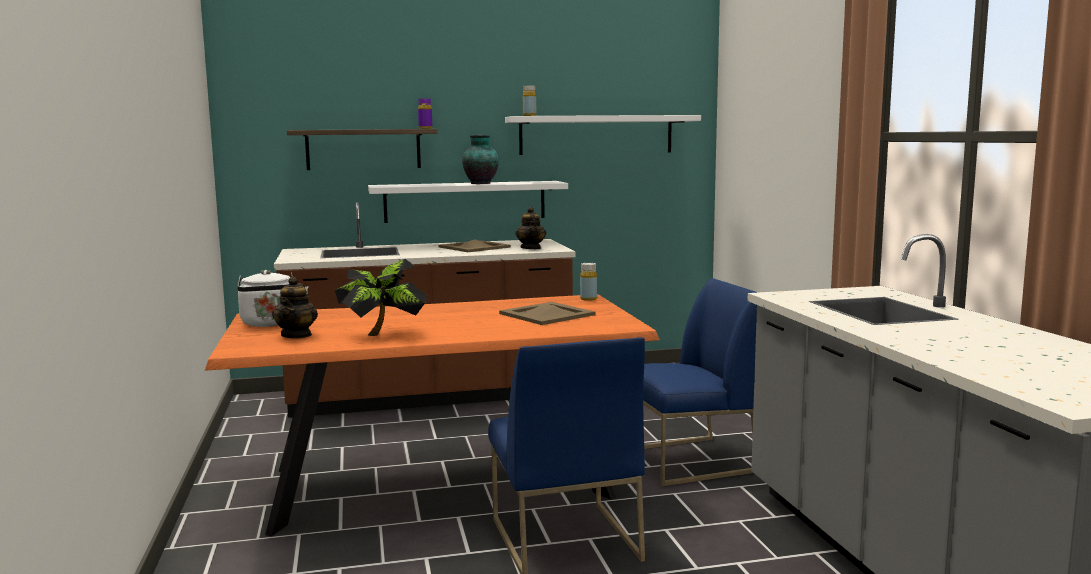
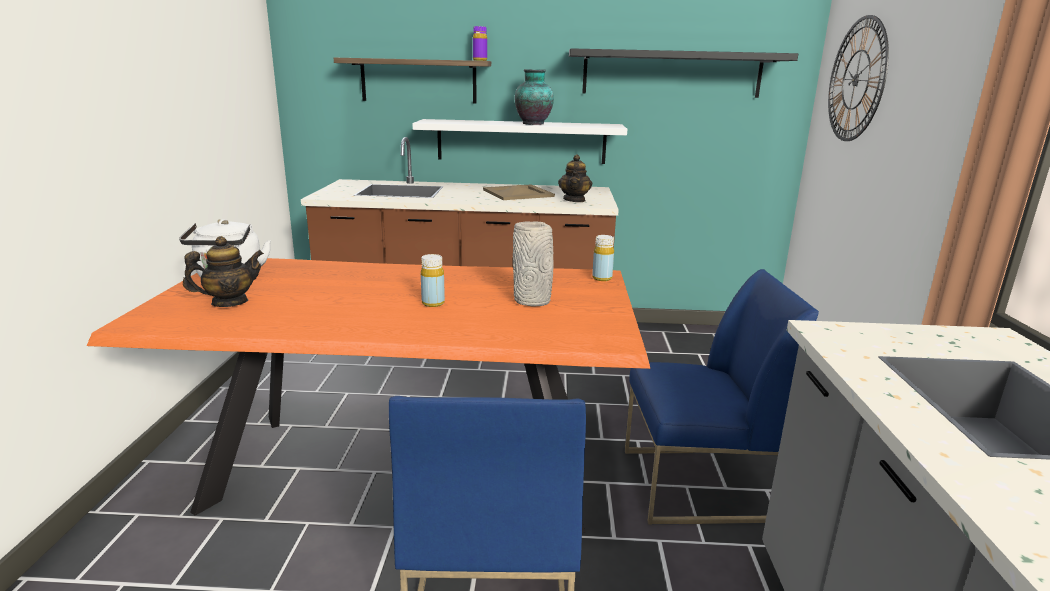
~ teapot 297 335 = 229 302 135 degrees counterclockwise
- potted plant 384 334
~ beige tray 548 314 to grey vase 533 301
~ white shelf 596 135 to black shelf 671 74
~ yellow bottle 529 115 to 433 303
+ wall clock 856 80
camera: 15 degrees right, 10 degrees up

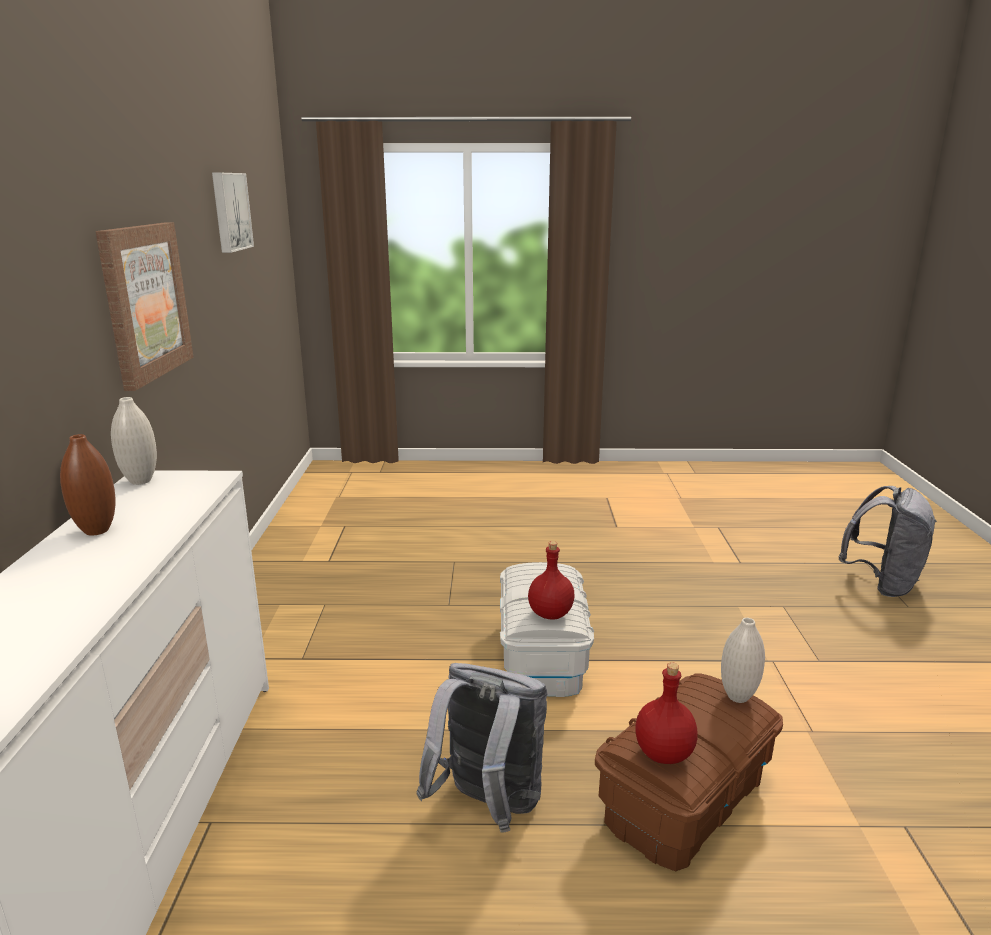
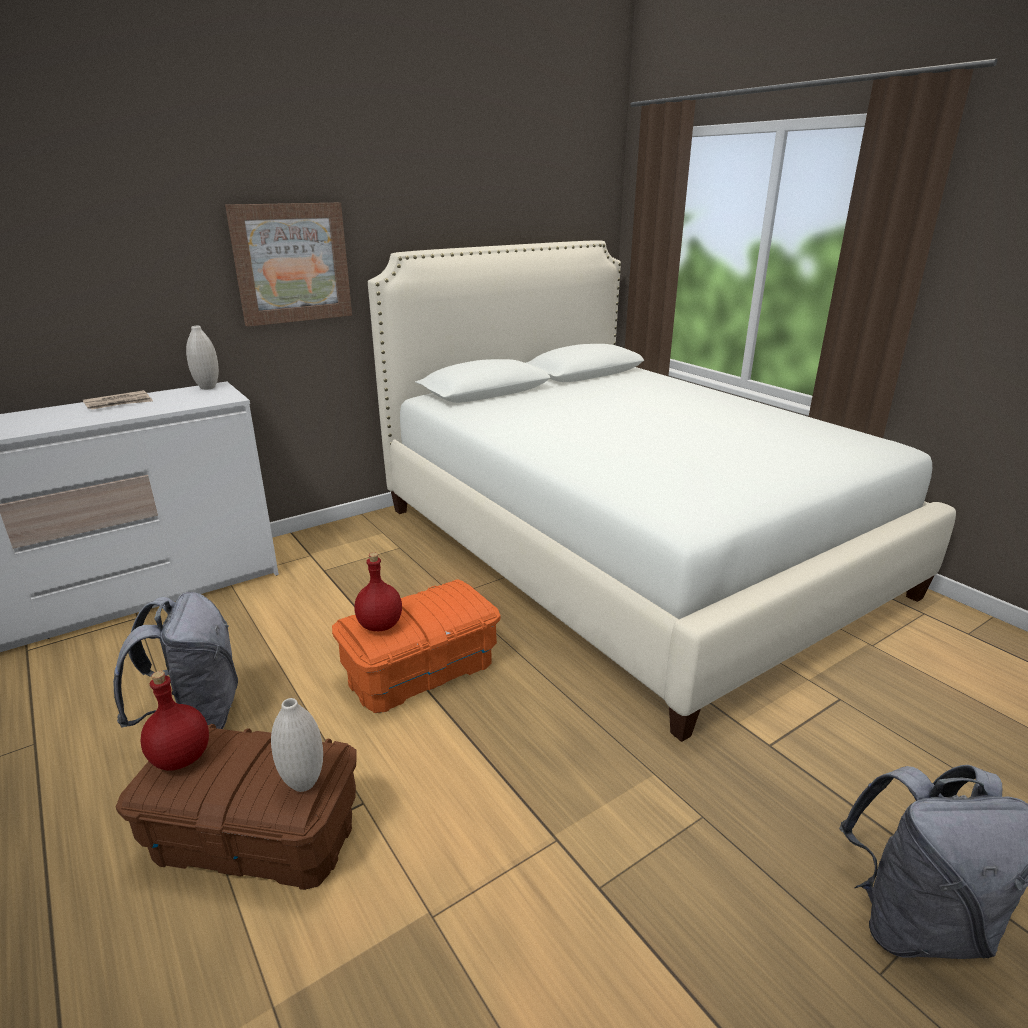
~ brown vase 97 531 to newspaper 119 403
- picture 229 211
~ white storage box 543 654 to orange storage box 421 671
+ white bed 626 548
camera: 55 degrees right, 5 degrees up

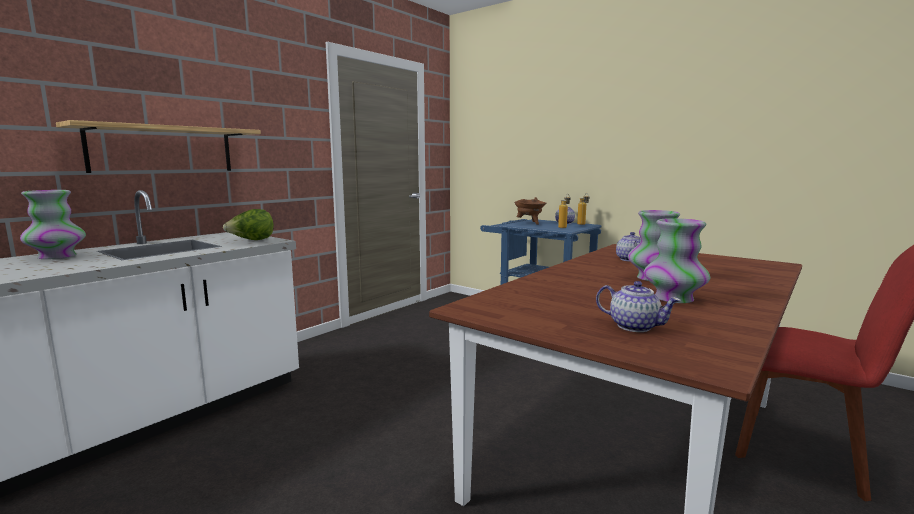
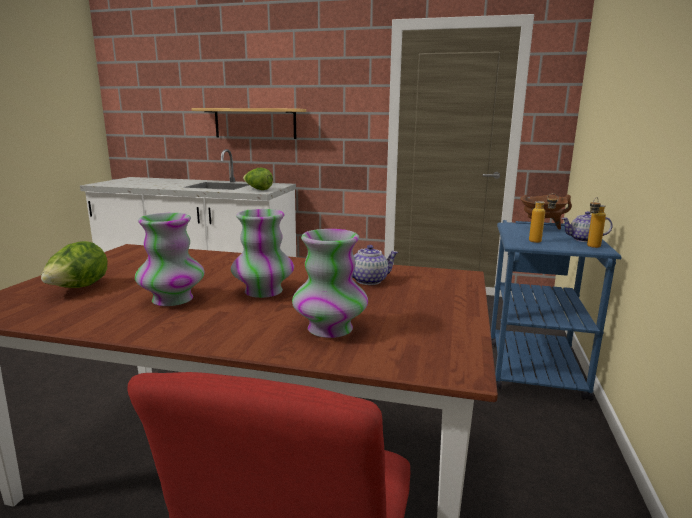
~ vase 57 256 to 330 328
~ teapot 635 326 to lettuce 78 288
camera: 65 degrees right, 5 degrees up

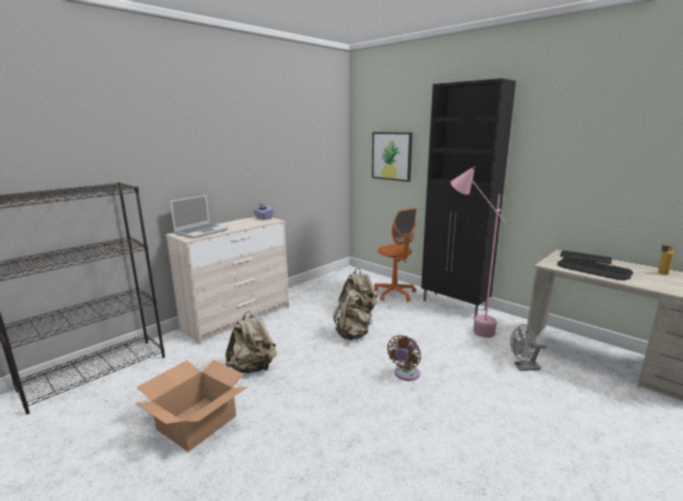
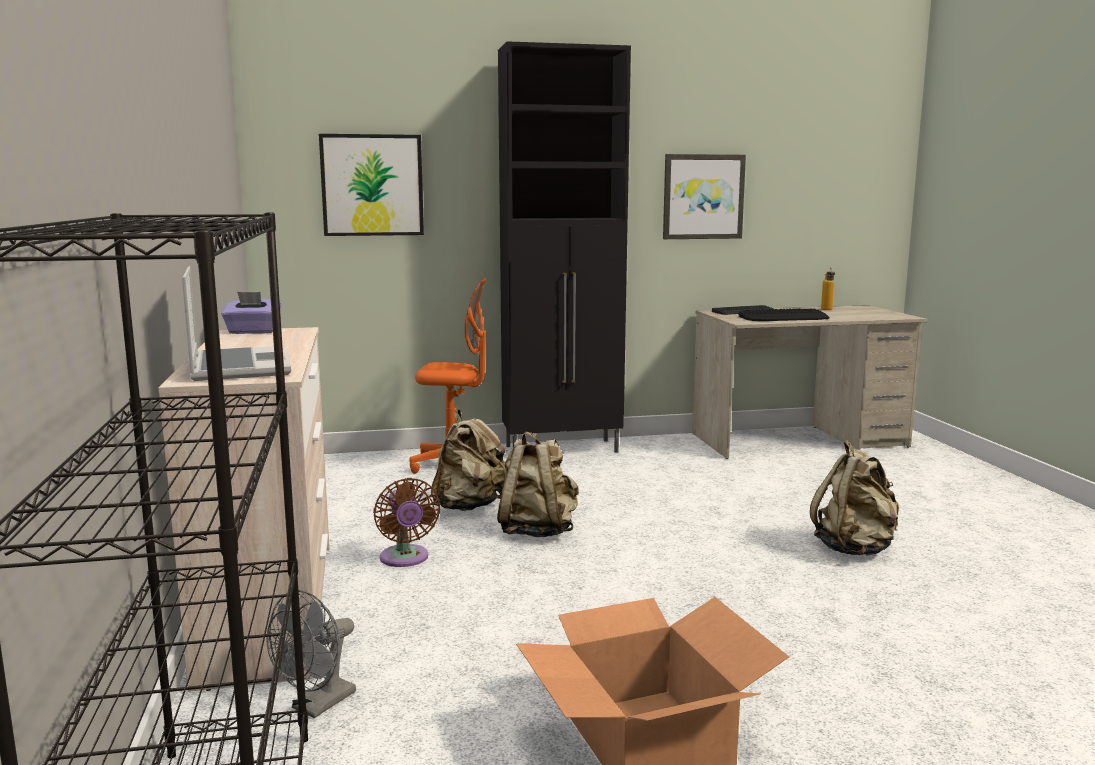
~ beige backpack 253 368 to 855 549
~ brown fan 405 374 to 405 559
- pink floor lamp 467 326
~ grey fan 523 367 to 317 706
+ picture 703 197
camera: 55 degrees left, 5 degrees down

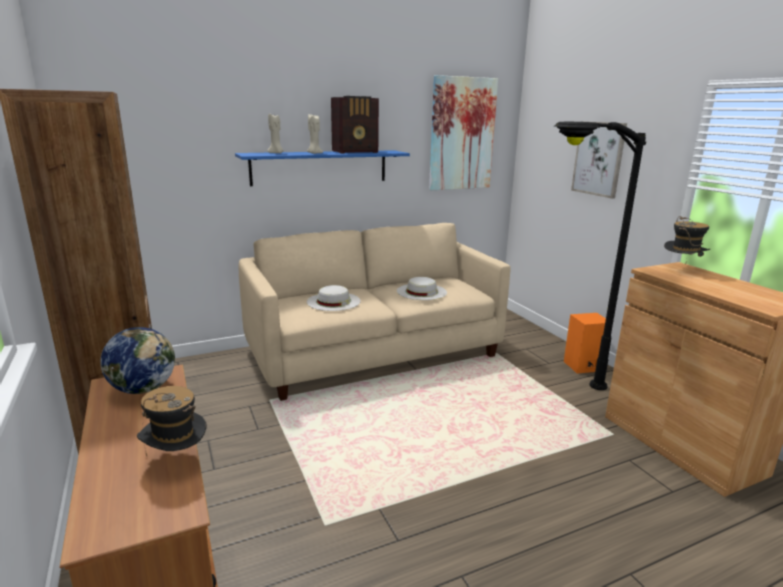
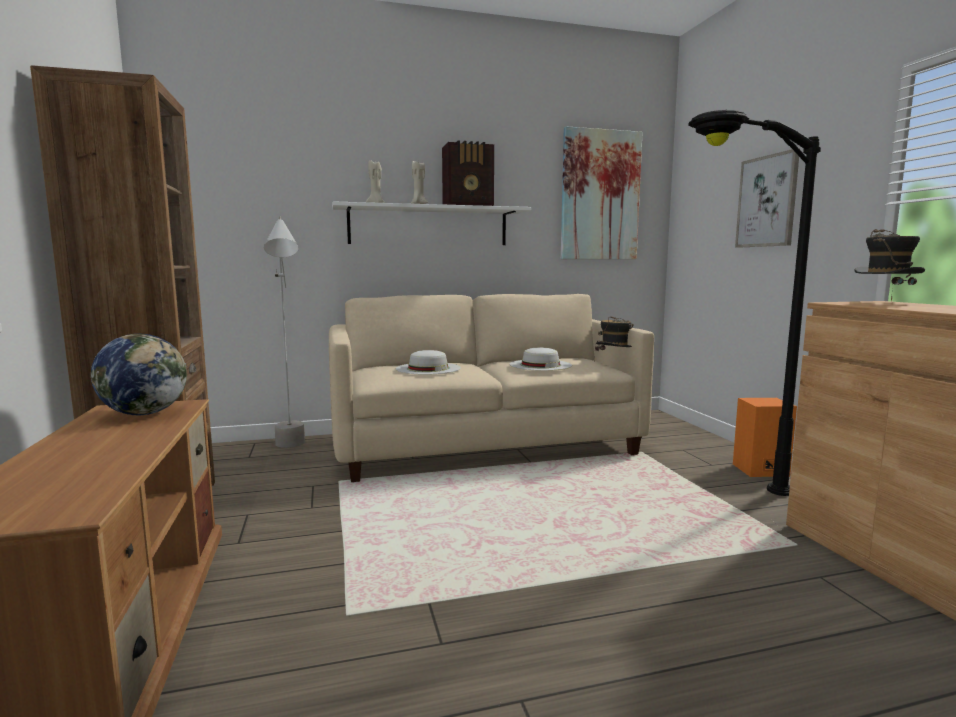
~ hat 176 460 to 614 363
~ blue shelf 320 167 to white shelf 429 226
+ grey floor lamp 292 450
camera: 10 degrees right, 10 degrees down

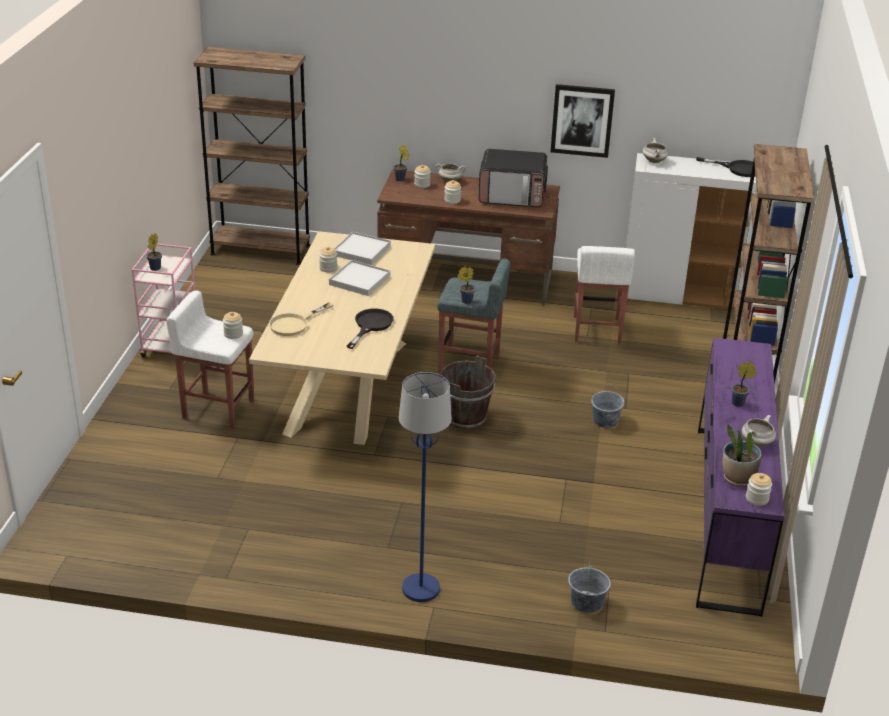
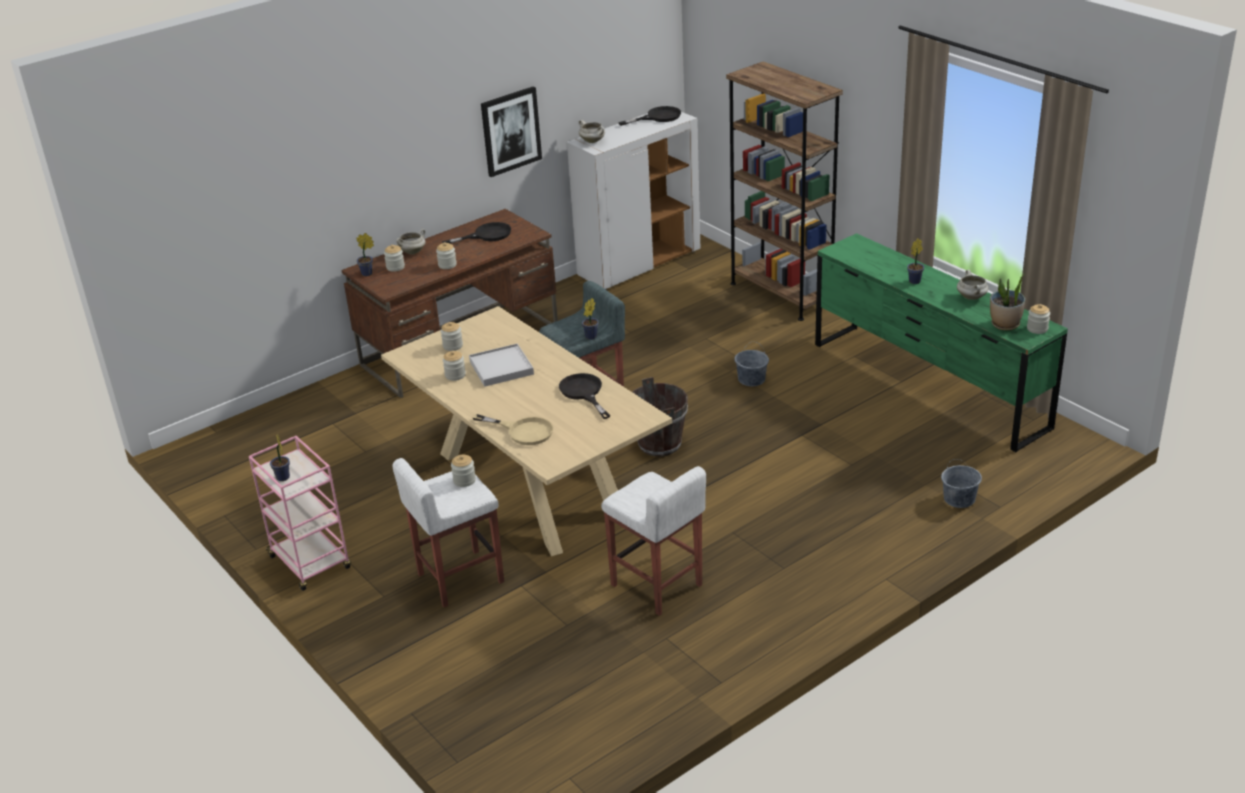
- brown bookcase 260 250
~ beige frying pan 294 323 = 523 431 60 degrees counterclockwise
~ white tray 362 251 to jar 453 346
- blue floor lamp 420 589
~ microwave 512 195 to black frying pan 486 235
~ white stool 596 330 to 657 586
~ purple dresser 726 514 to green dresser 928 385
camera: 45 degrees left, 0 degrees up

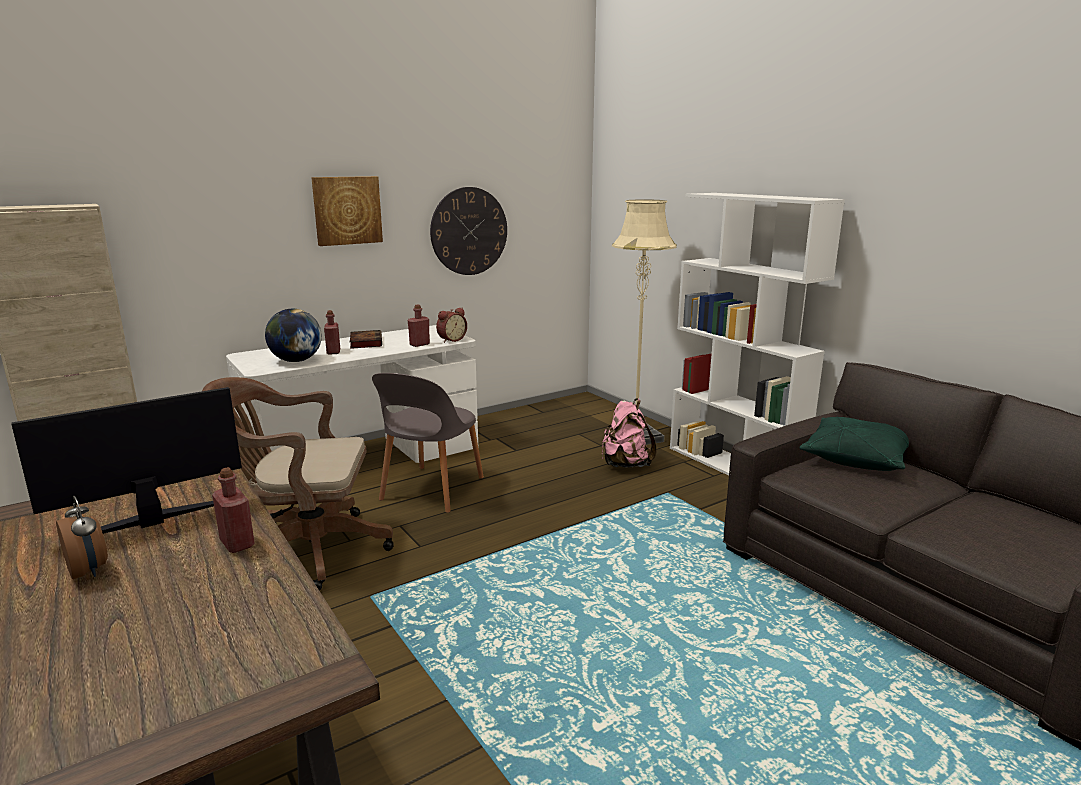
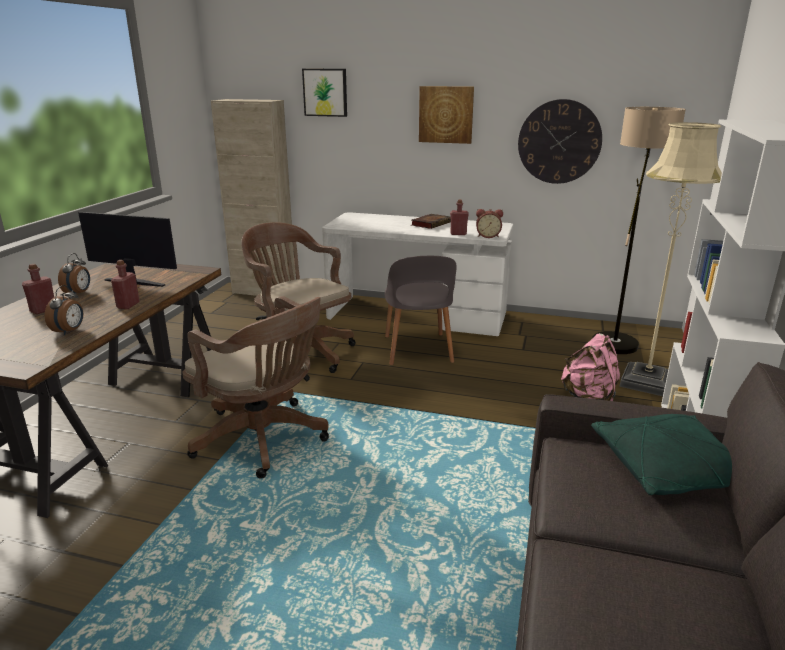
- globe 296 361
~ red bottle 333 352 to 43 310
~ grey chair 431 490 = 417 350 75 degrees counterclockwise
+ alarm clock 70 331
+ brown office chair 265 440
+ picture 325 92
+ floor lamp 617 337
camera: 50 degrees right, 5 degrees up

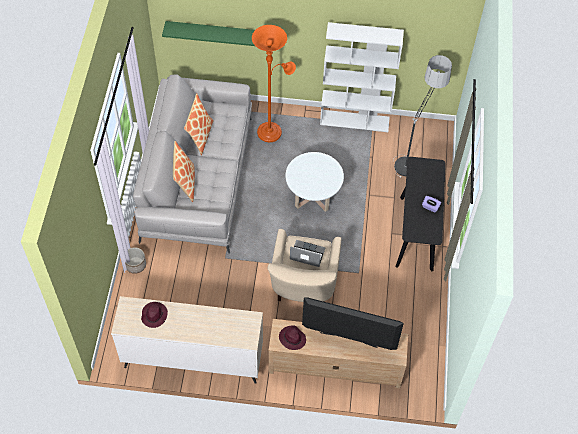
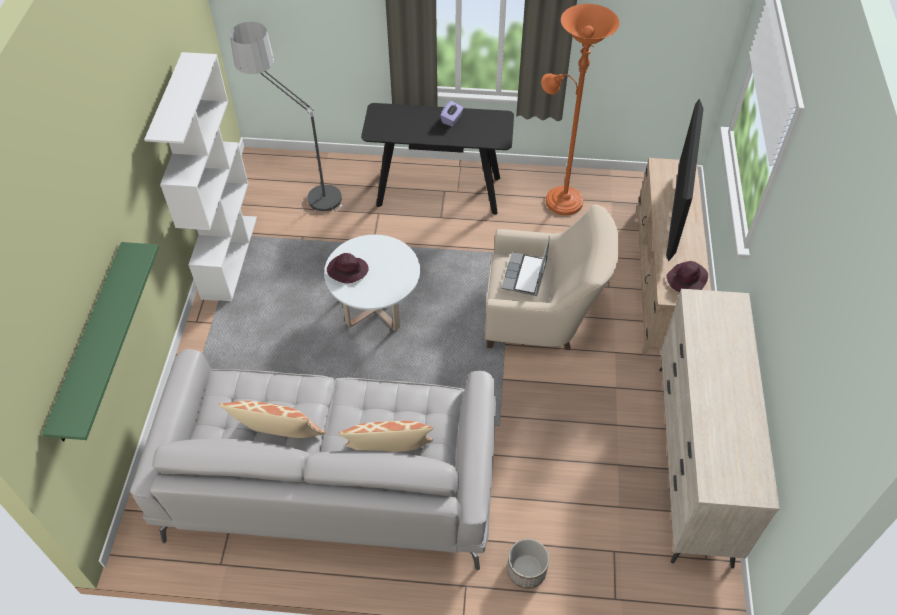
~ purple hat 154 315 to 347 270
~ orange floor lamp 272 131 to 560 198
camera: 90 degrees left, 5 degrees down

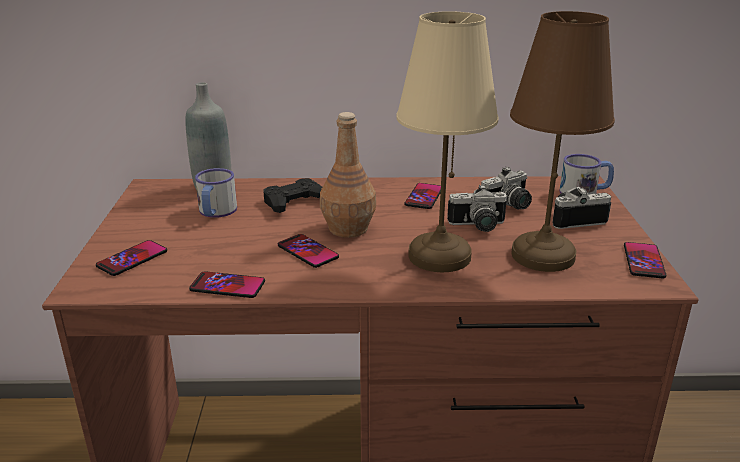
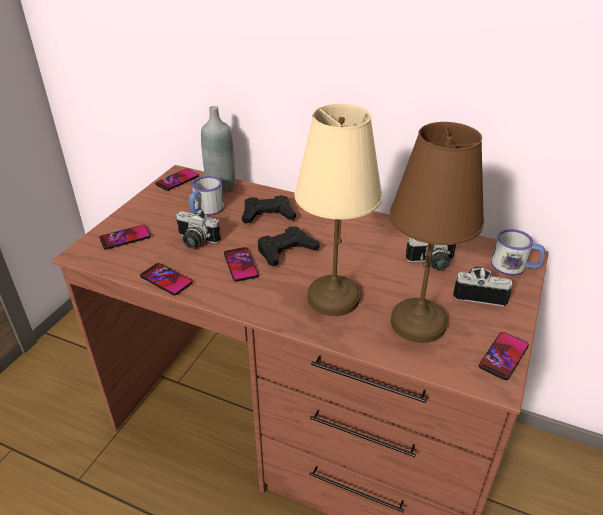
~ brown bottle 348 228 to black game controller 286 251
~ phone 424 197 to 177 180
~ photo camera 478 226 to 195 241
camera: 25 degrees right, 10 degrees up

